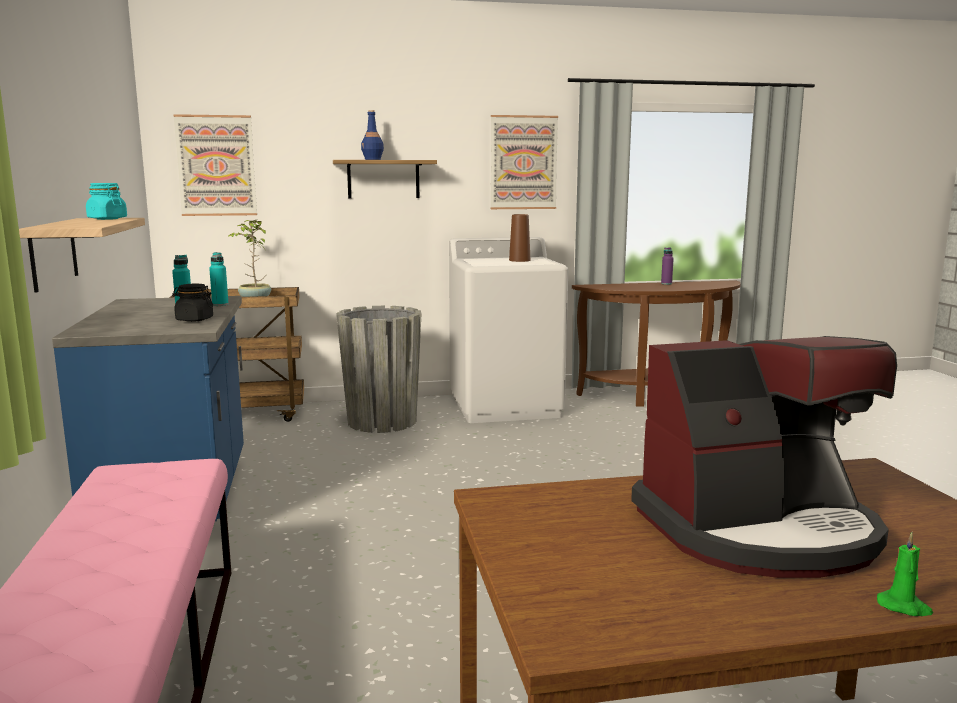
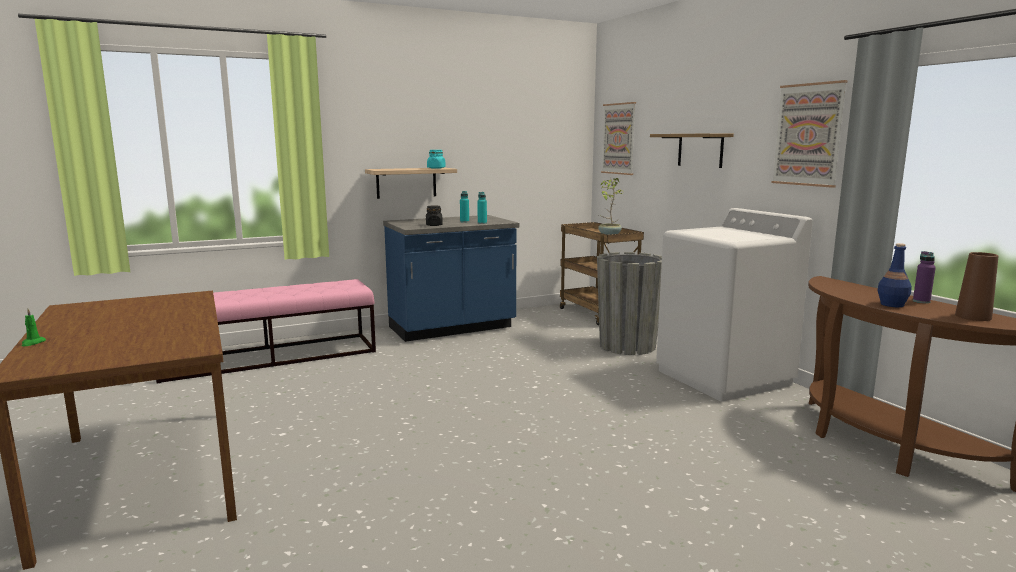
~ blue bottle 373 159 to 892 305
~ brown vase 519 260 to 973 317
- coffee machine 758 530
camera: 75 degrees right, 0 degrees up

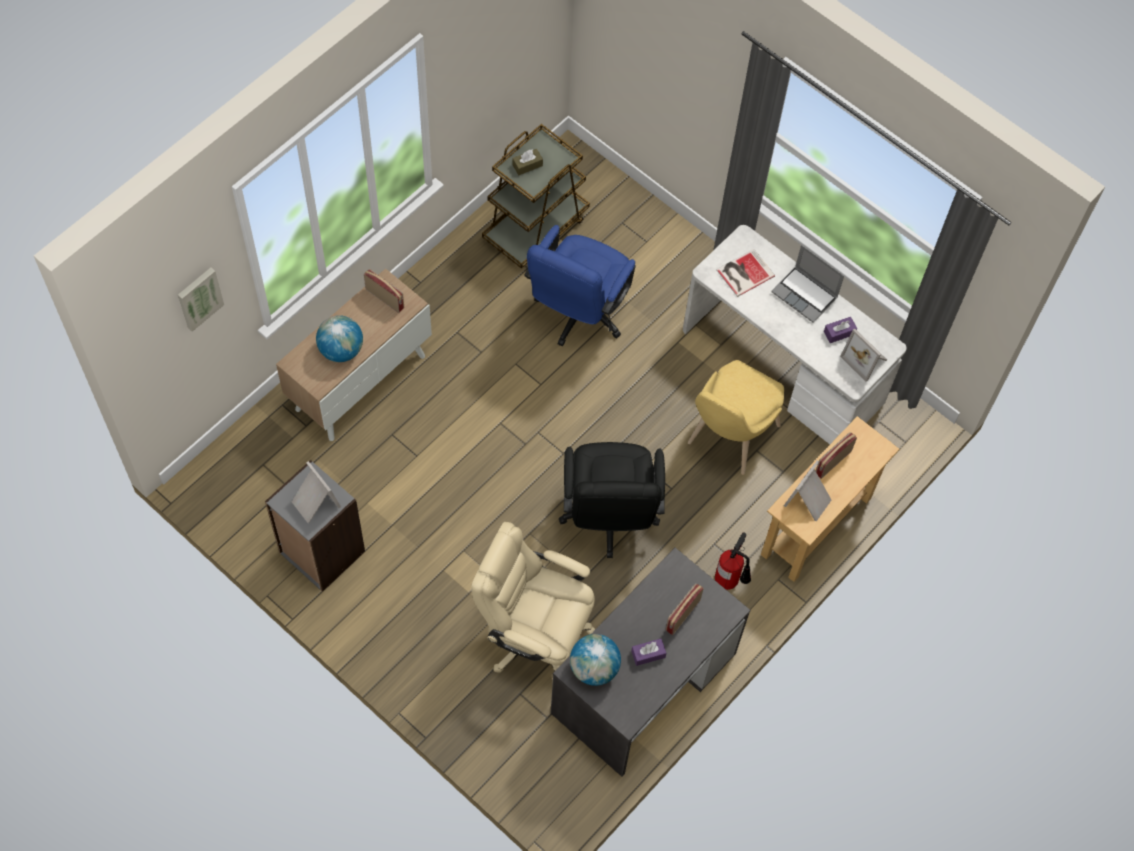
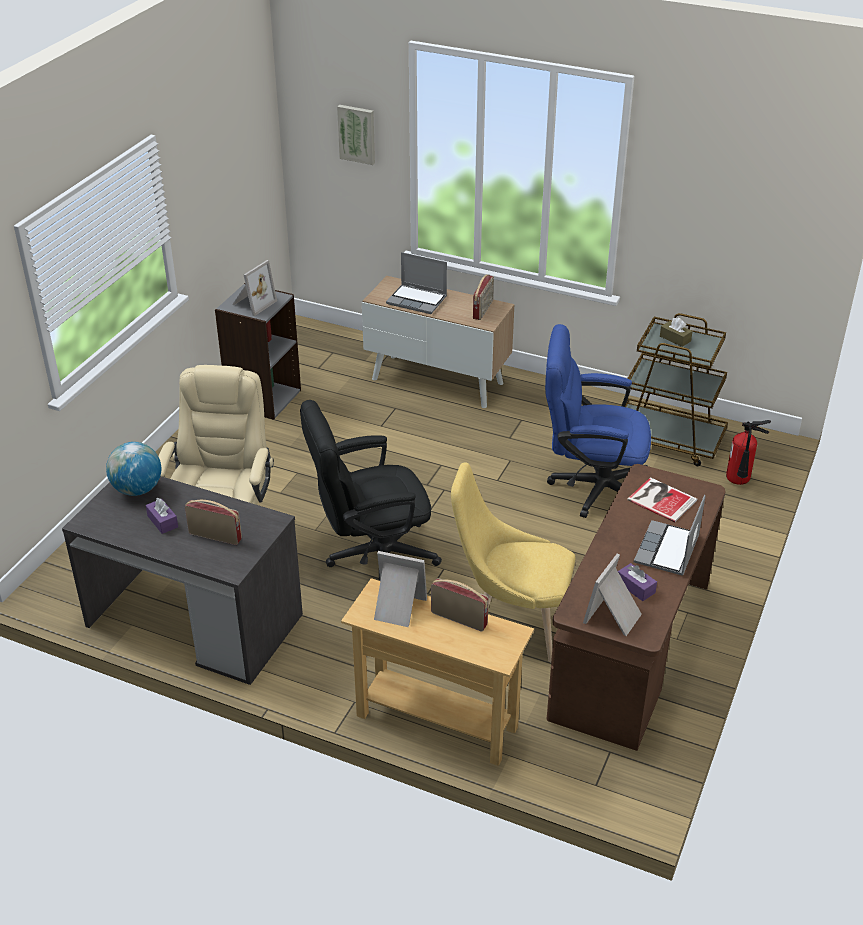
~ globe 341 350 to laptop 417 300
~ white desk 783 365 to brown desk 631 649
~ fire extinguisher 730 580 to 739 482
camera: 75 degrees right, 25 degrees down

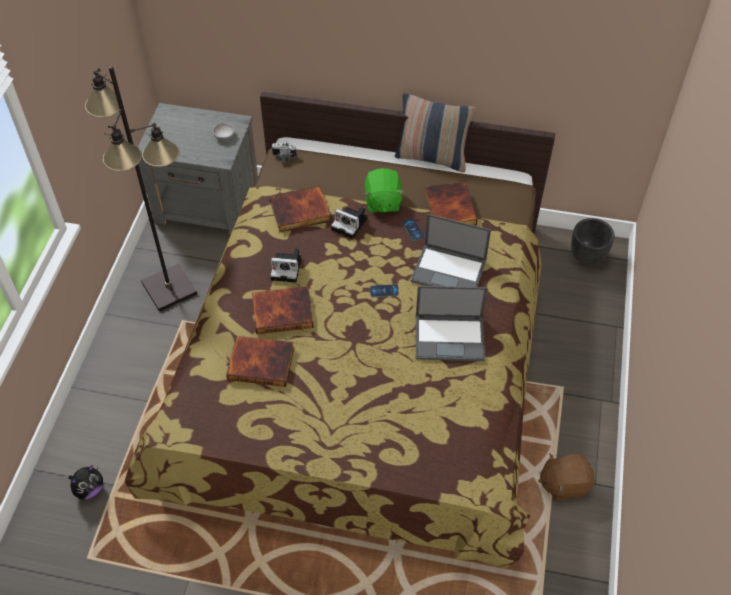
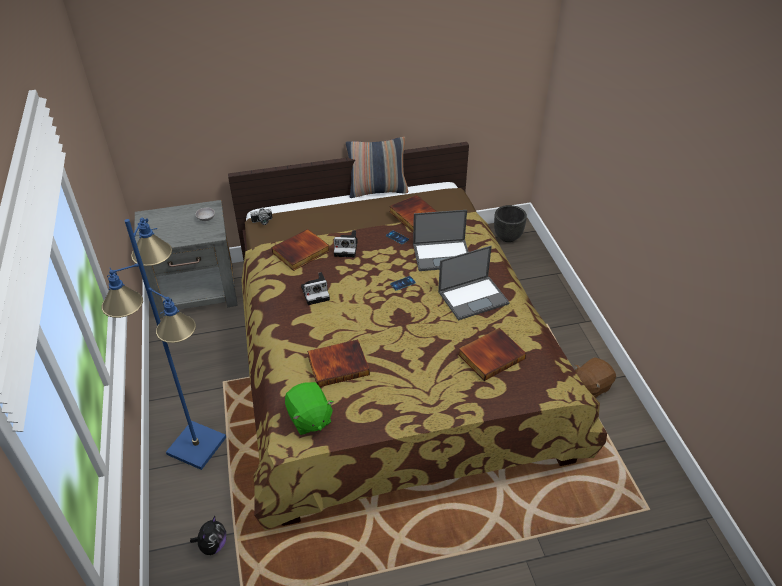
- black floor lamp 169 288
~ book 283 311 to 491 355
~ green plush toy 382 202 to 309 419
+ blue floor lamp 197 445
camera: 25 degrees left, 10 degrees down

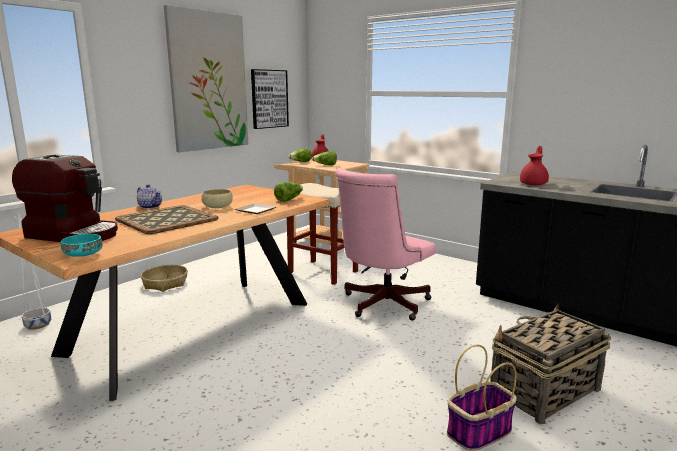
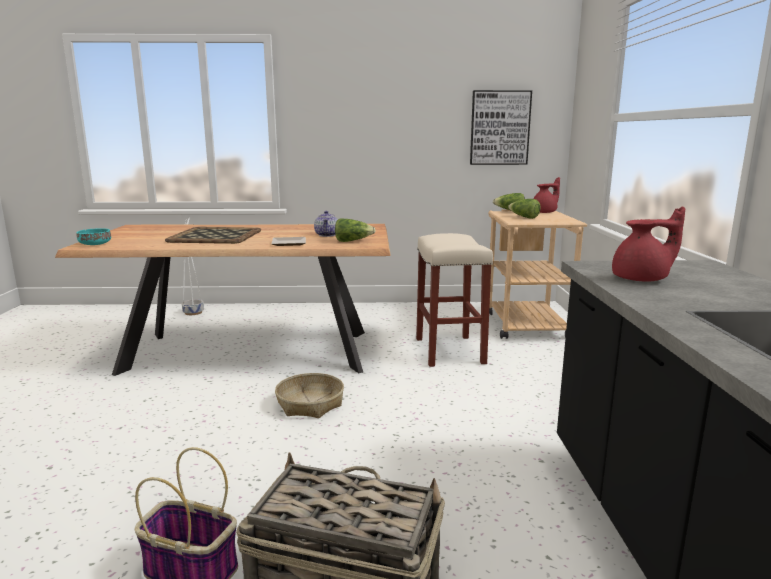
- coffee machine 74 234
~ teapot 150 207 to 327 235
~ basket 165 283 to 310 404
- picture 208 82
- beige bowl 217 206
- pink office chair 381 304
camera: 50 degrees right, 0 degrees up

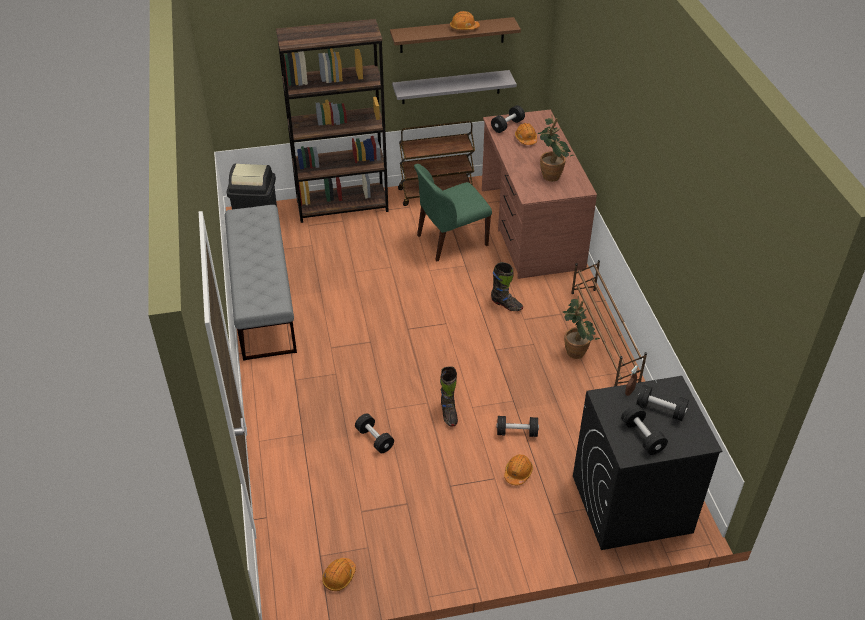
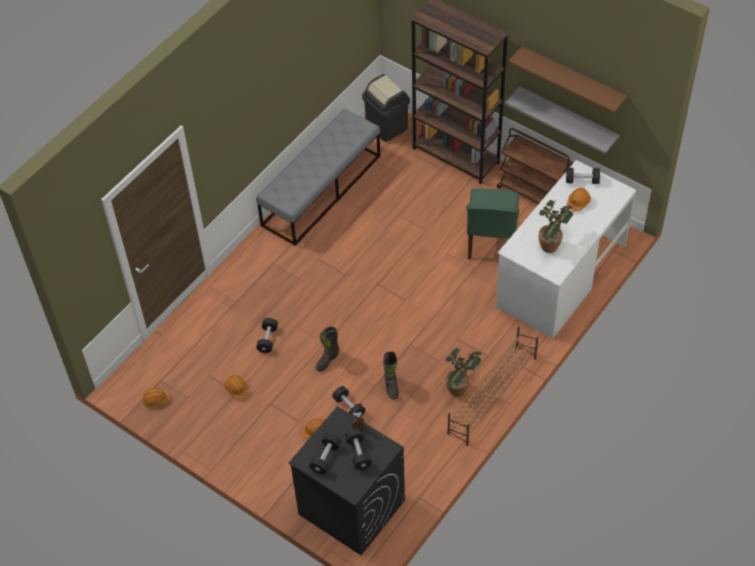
~ green chair 450 241 = 491 241 105 degrees counterclockwise
~ orange hard hat 464 27 to 237 389
~ brown desk 530 228 to white desk 560 275
~ black boot 506 305 to 391 387
camera: 50 degrees right, 10 degrees up

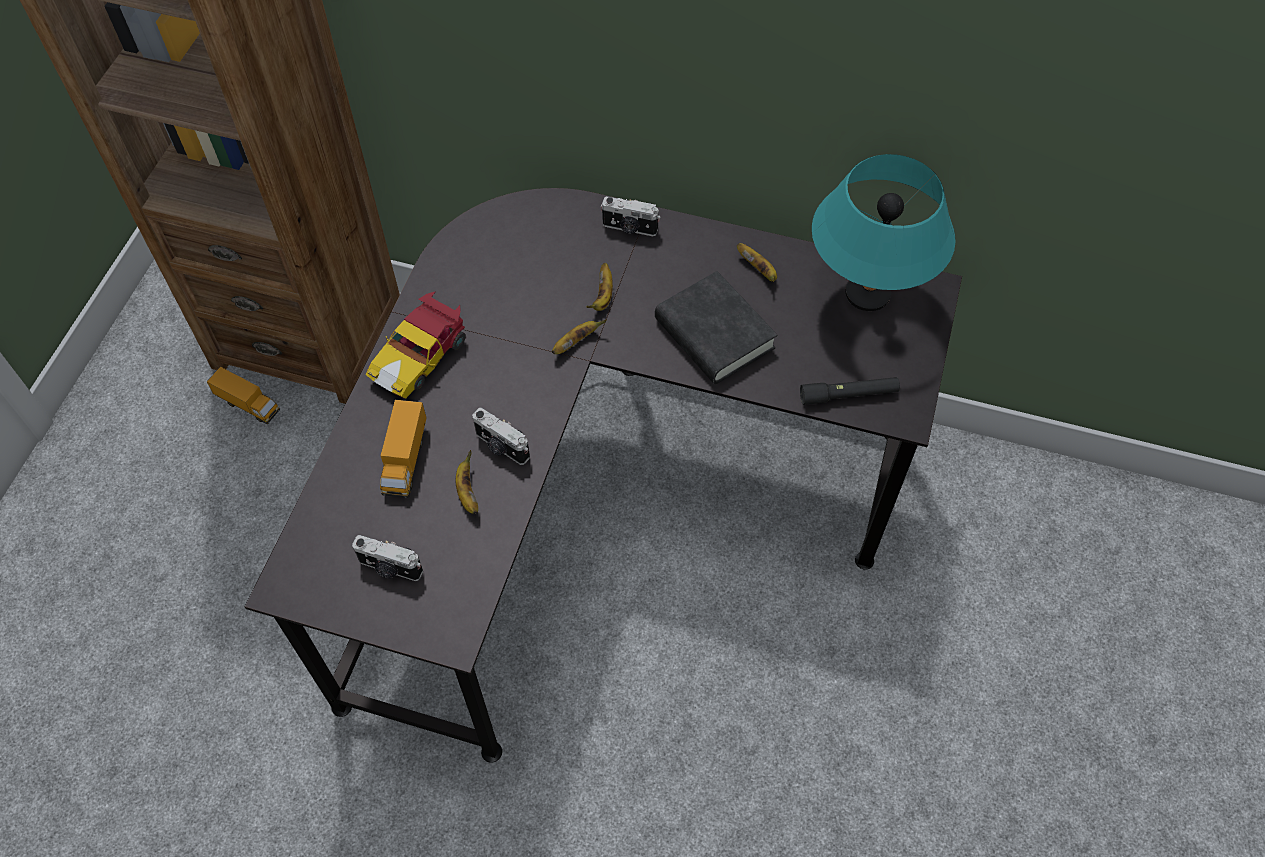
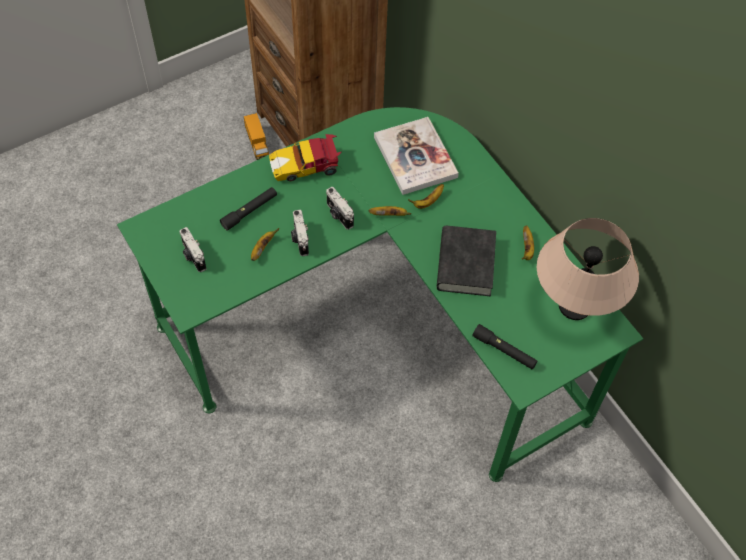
~ black desk 599 506 to green desk 380 330
~ toy truck 405 460 to black flashlight 249 211
~ photo camera 629 228 to 339 215
~ turquoise table lamp 866 294 to beige table lamp 573 306
+ book 415 157
camera: 40 degrees right, 0 degrees up

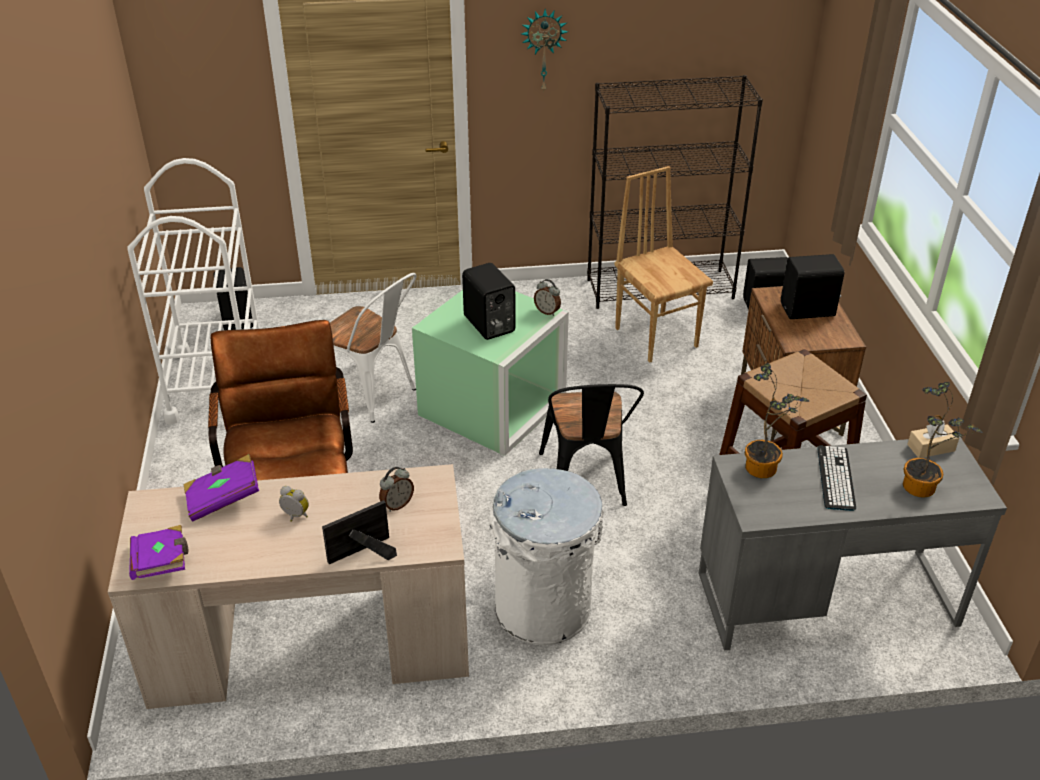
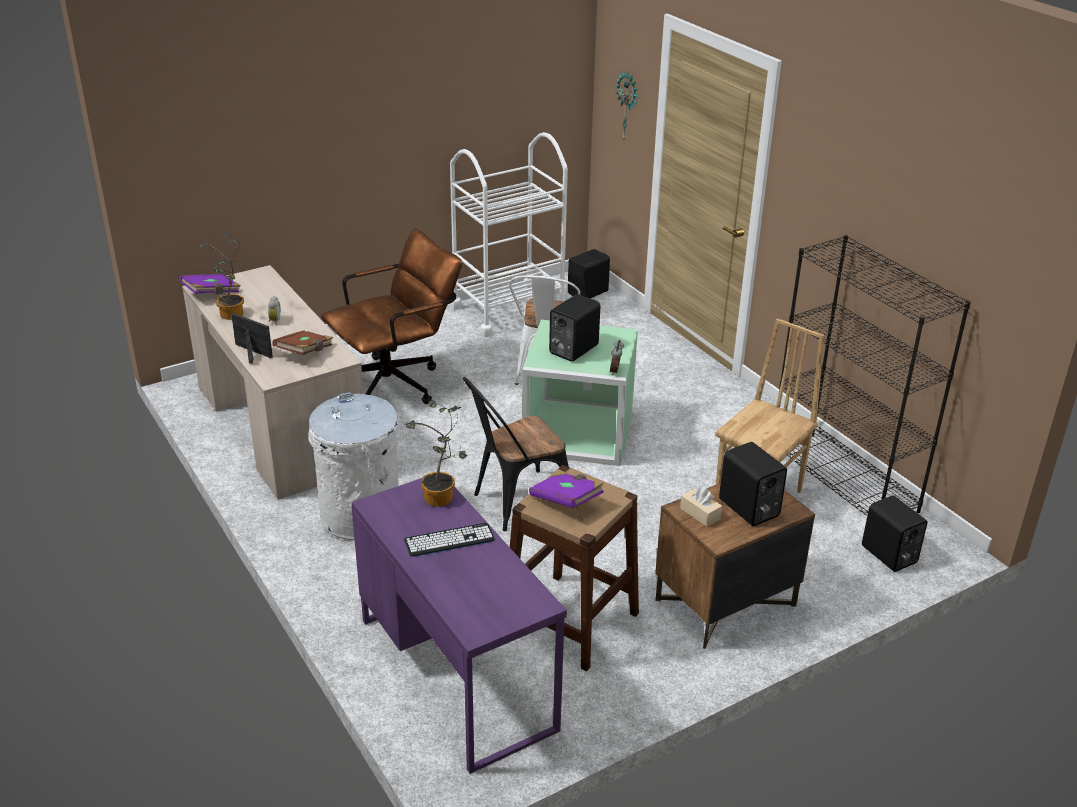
~ purple book 223 499 to 566 500
~ alarm clock 397 504 to brown book 305 352
~ wall clock 543 50 to 628 106
~ grey desk 825 598 to purple desk 457 672
~ potted plant 924 487 to 232 316
~ beige tissue box 931 448 to 700 513
camera: 65 degrees right, 5 degrees down

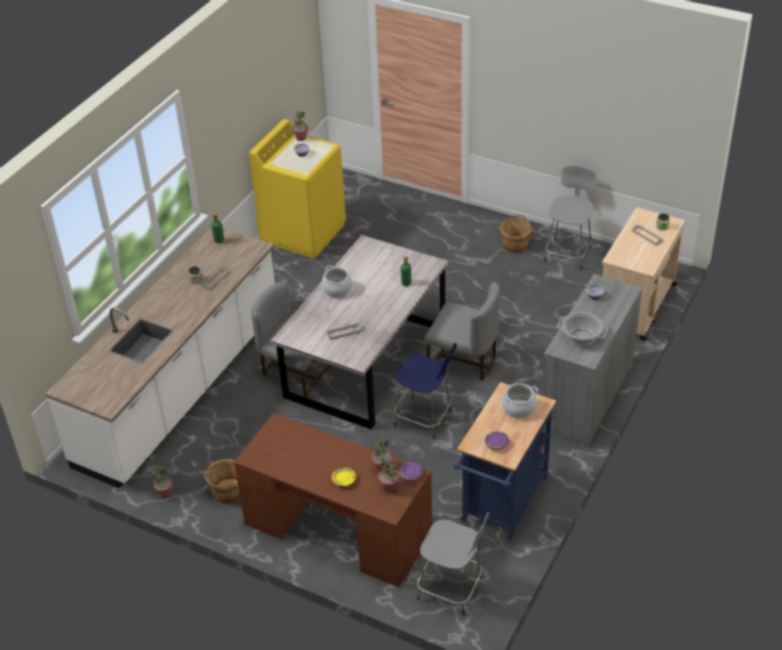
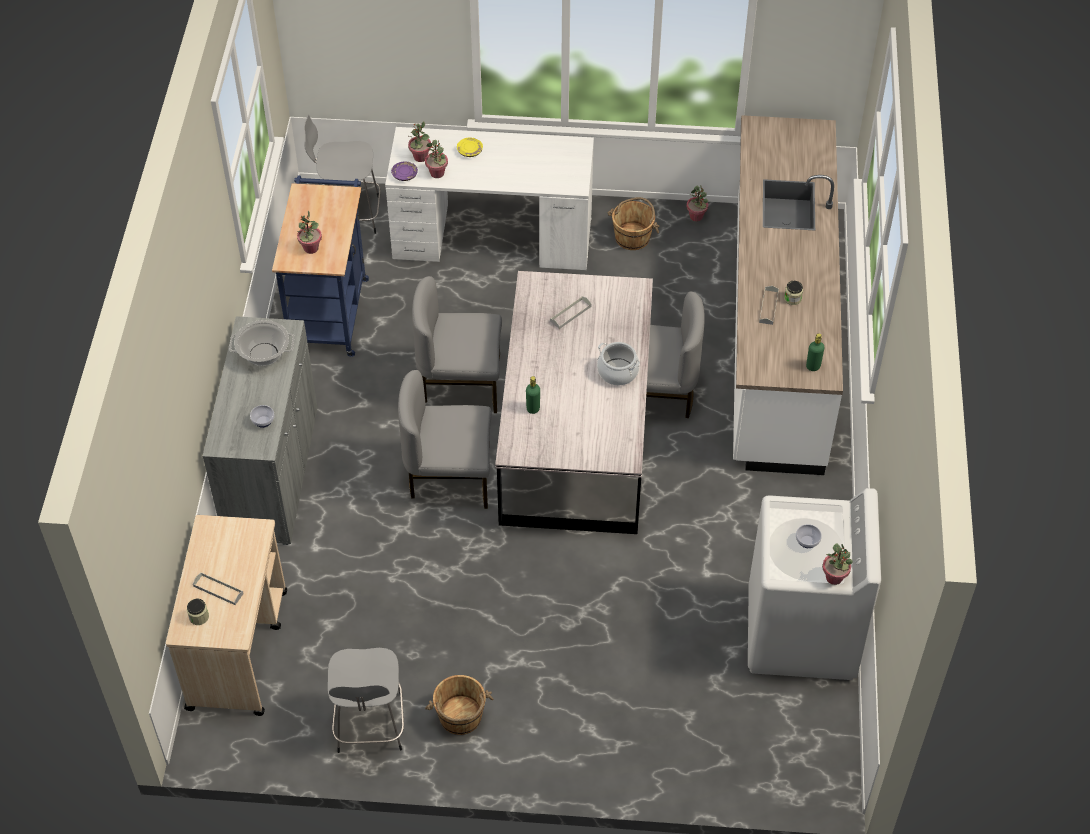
~ brown desk 337 528 to white desk 493 236
~ yellow washing machine 303 232 to white washing machine 801 633
~ blue stool 425 418 to grey chair 461 383
- purple plate 497 444
~ cooking pot 518 408 to potted plant 311 248
camera: 155 degrees right, 10 degrees up

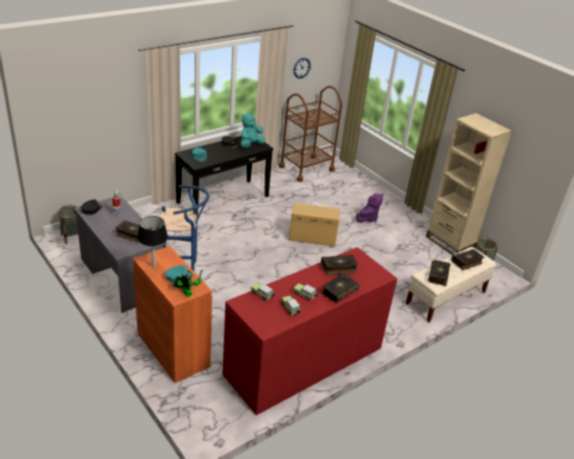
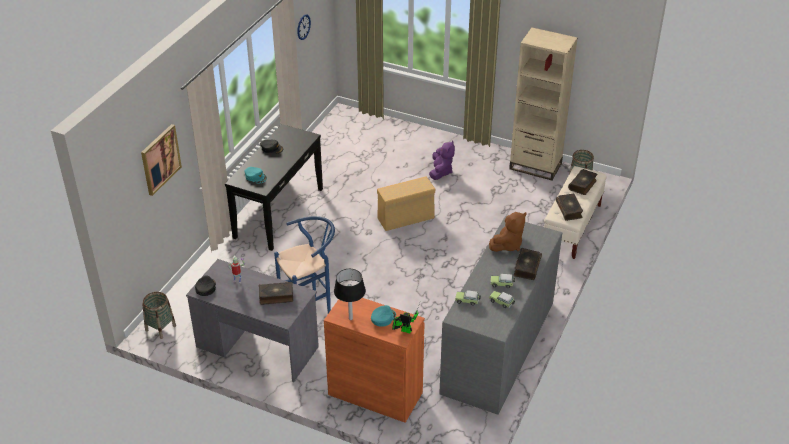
~ red dresser 304 361 to grey dresser 498 347
- turquoise plush toy 250 145
- brown cart 306 168
~ book 338 268 to brown plush toy 507 245
+ picture 160 159
camera: 25 degrees left, 5 degrees up

